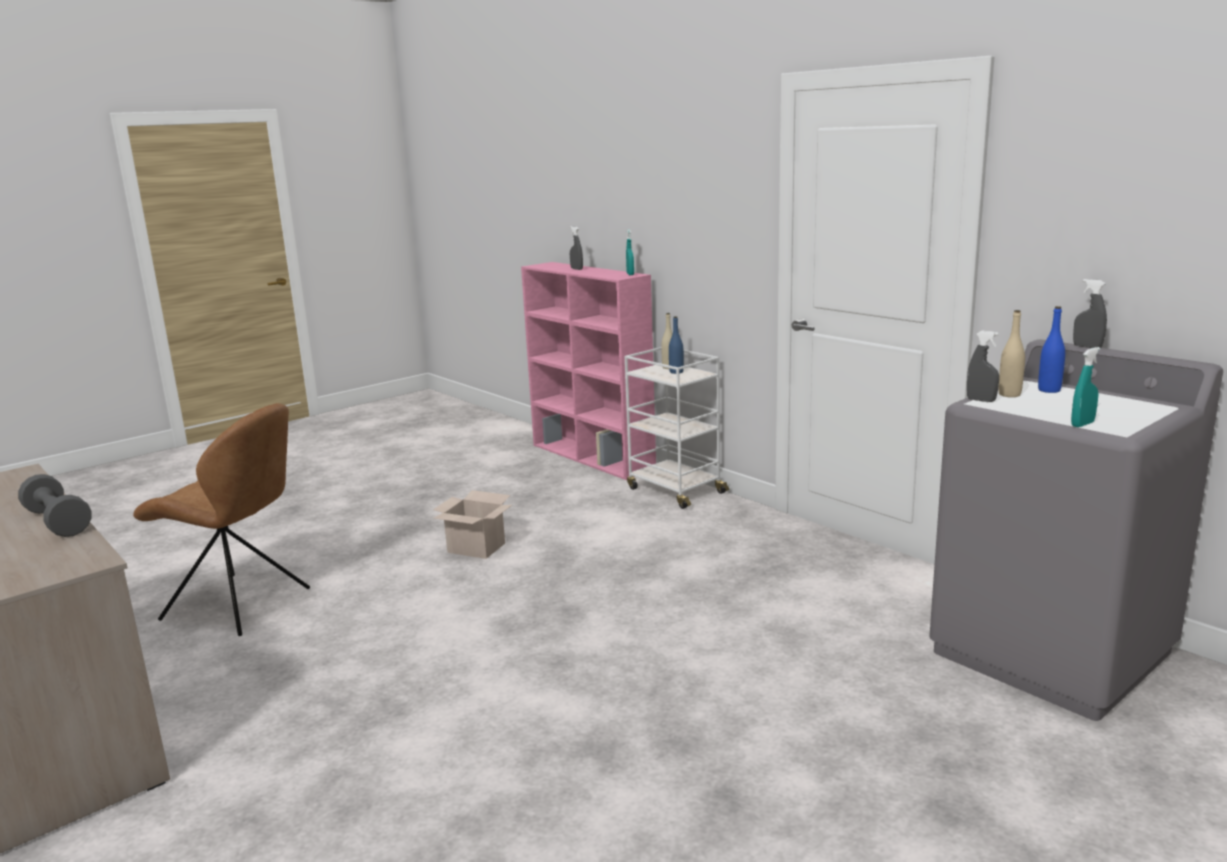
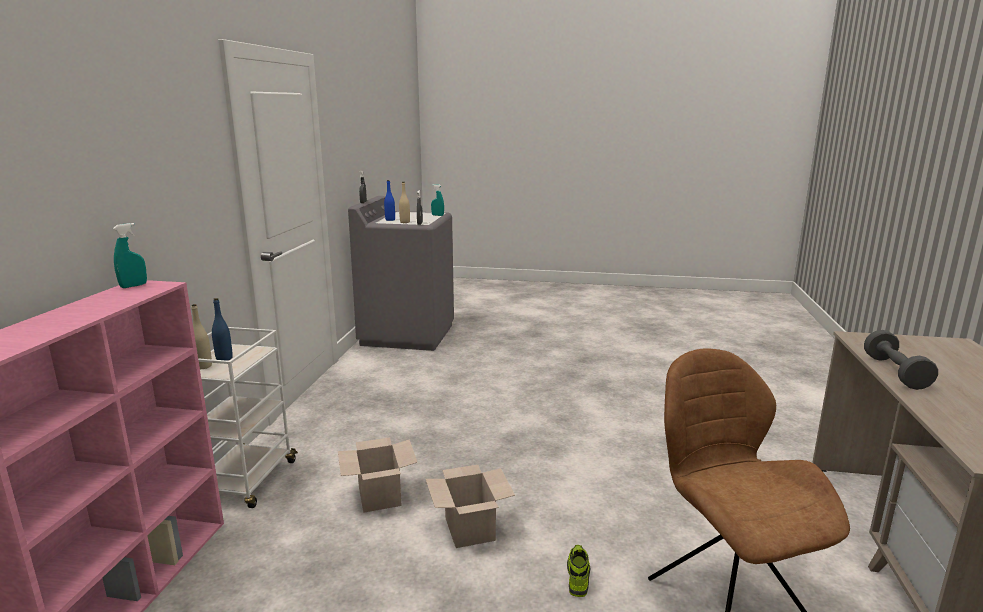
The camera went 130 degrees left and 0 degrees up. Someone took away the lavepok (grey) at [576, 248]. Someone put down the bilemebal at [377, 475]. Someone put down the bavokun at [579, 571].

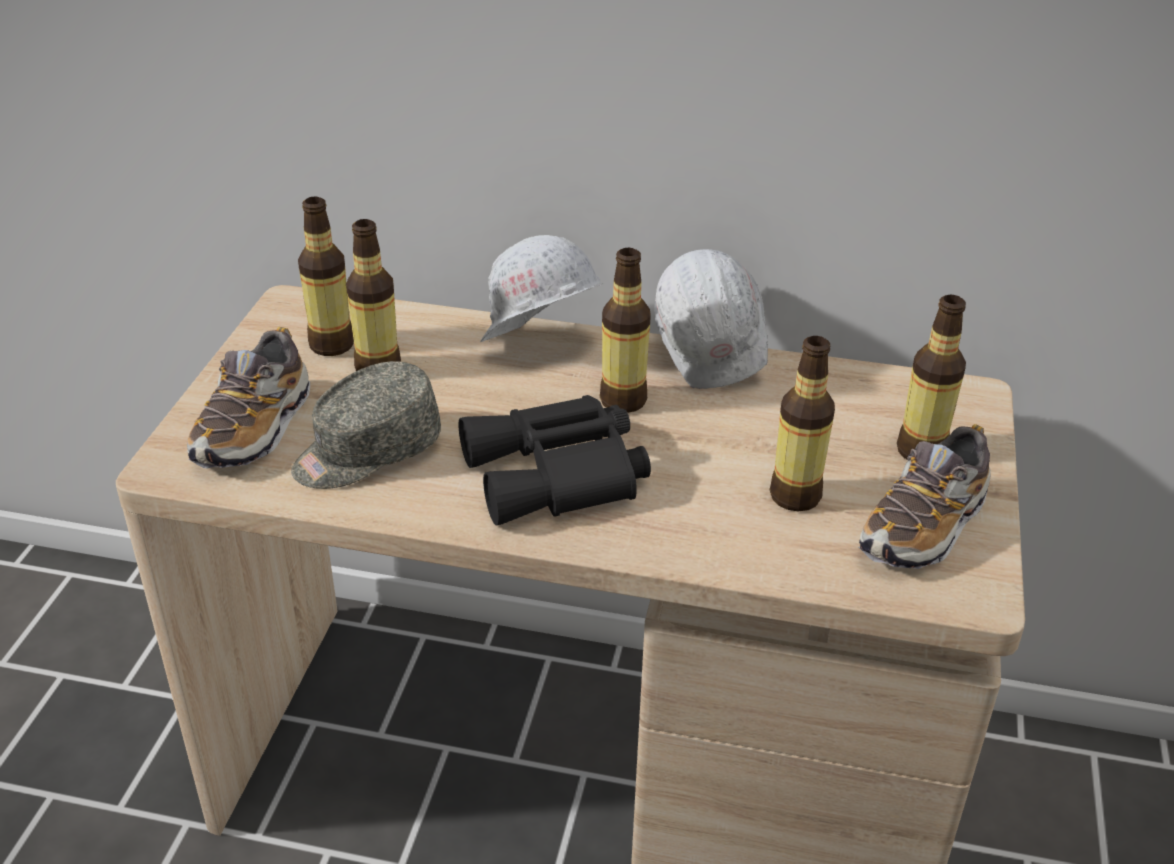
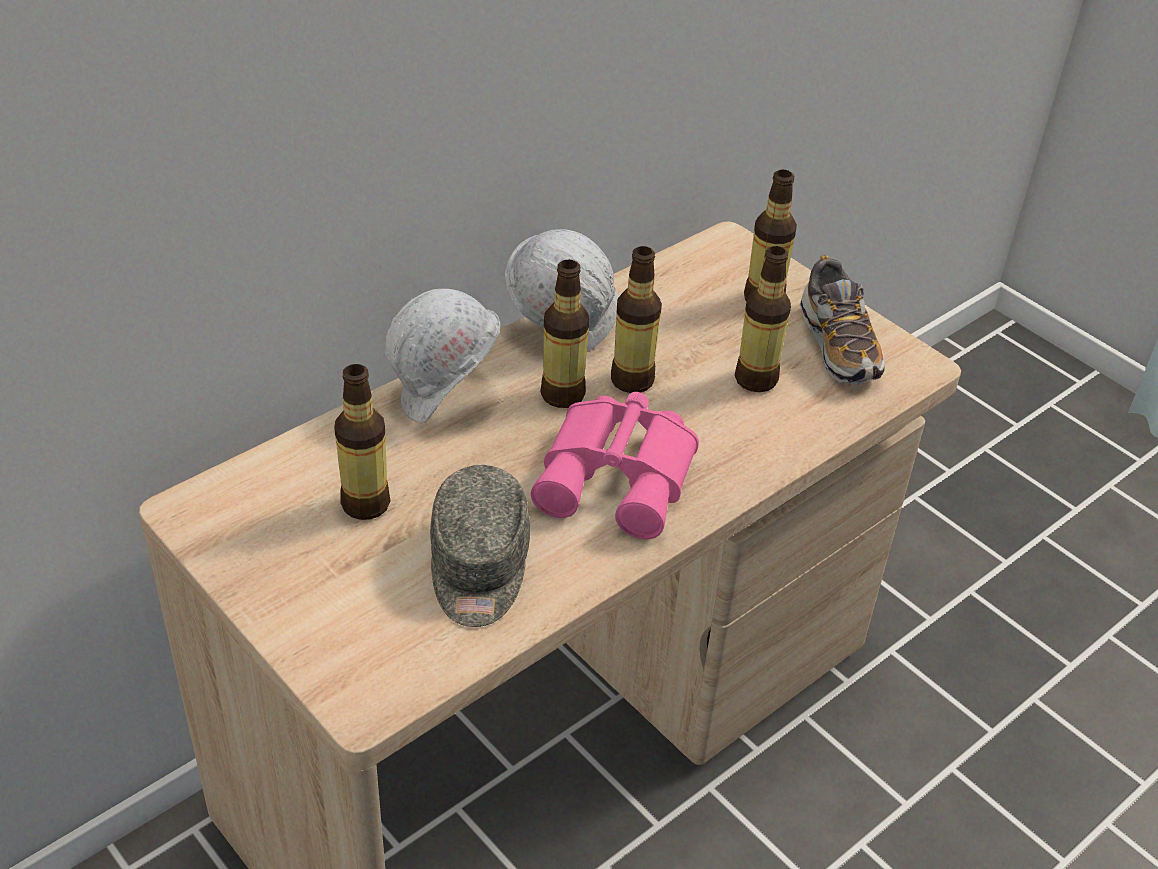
The camera went 55 degrees left and 5 degrees up. Someone took away the bavokun at [248, 397]. Someone carried the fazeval from [326, 276] to [636, 319]. Someone repainted the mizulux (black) at [555, 460], which became the mizulux (pink) at [615, 465].

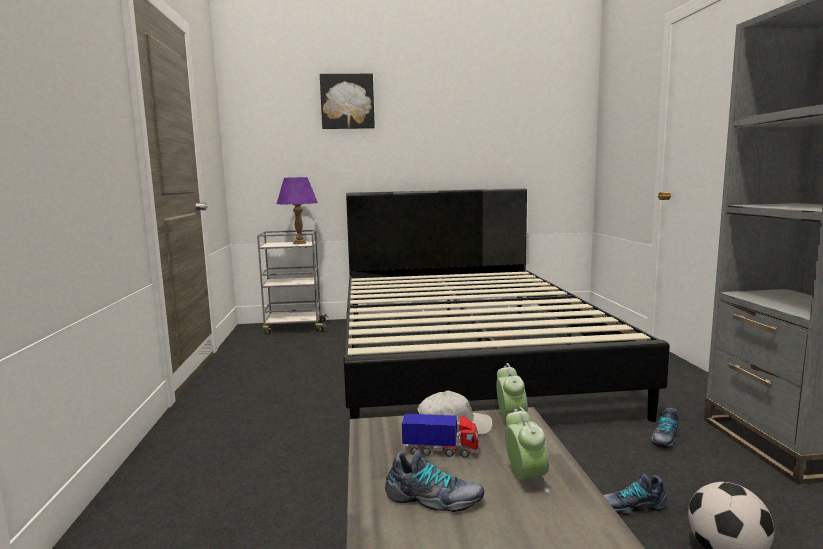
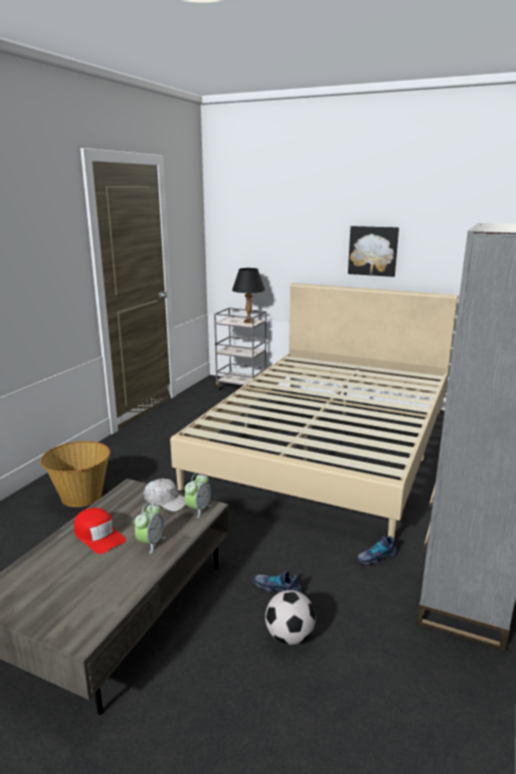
The camera went 30 degrees right and 10 degrees up. Someone took away the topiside at [440, 436]. Someone put down the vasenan at [75, 474]. Someone carried the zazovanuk from [347, 101] to [373, 251]. Someone swapped the bavokun at [434, 481] for the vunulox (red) at [100, 531]. Someone repainted the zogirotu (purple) at [297, 210], which became the zogirotu (black) at [248, 295]. Someone repainted the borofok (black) at [507, 305], which became the borofok (beige) at [314, 411].

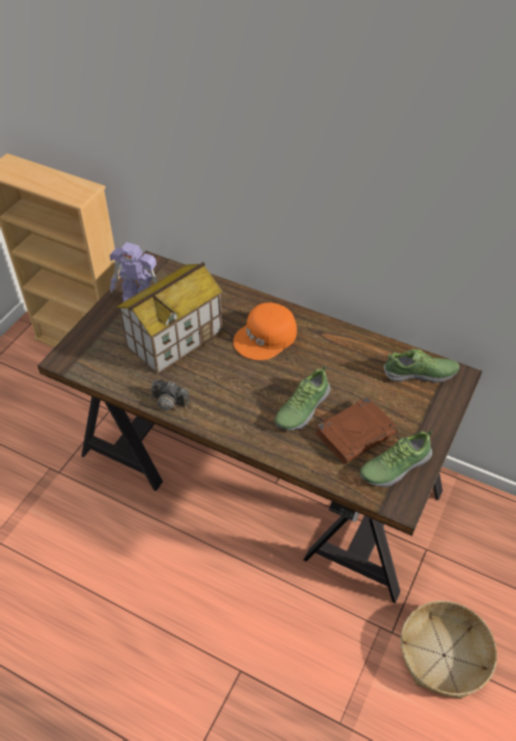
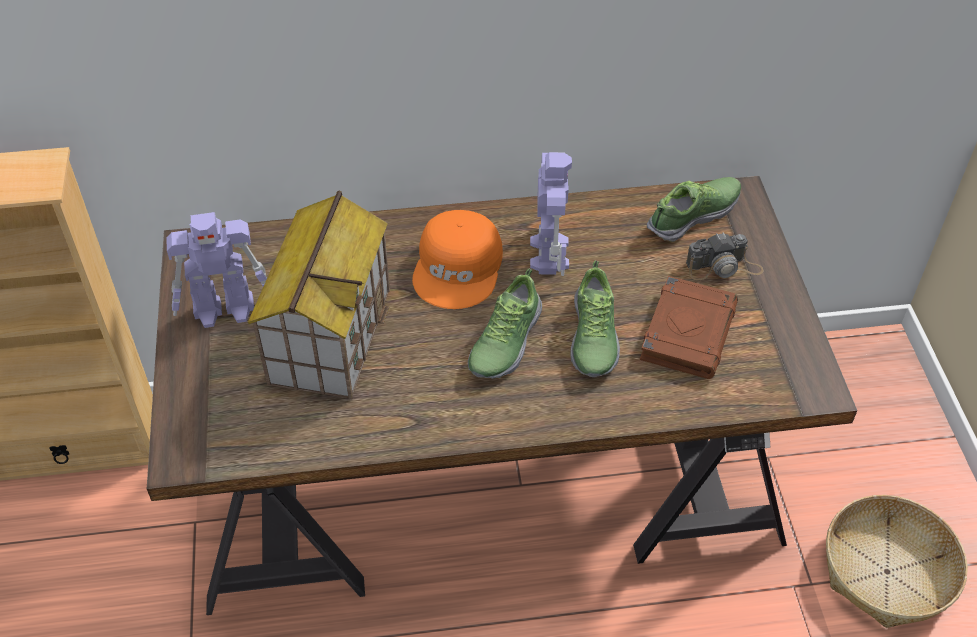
The camera went 35 degrees left and 0 degrees up. Someone put down the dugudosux at [551, 214]. Someone carried the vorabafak from [170, 399] to [725, 256]. Someone carried the bavokun from [396, 459] to [505, 323].

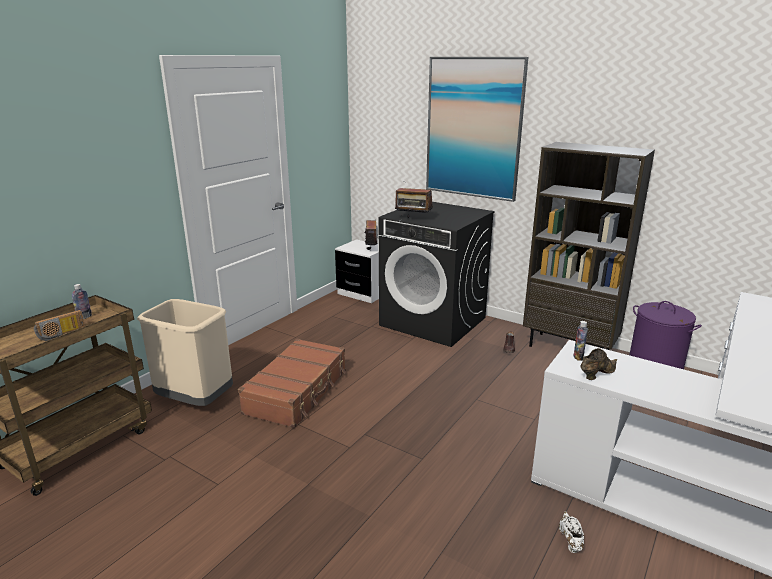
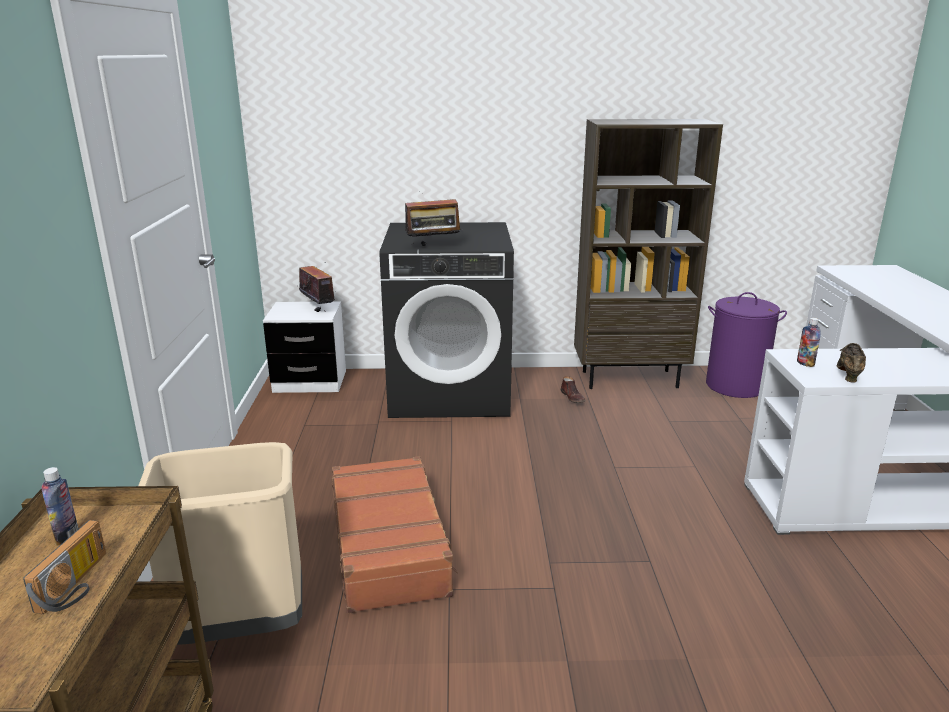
The camera went 35 degrees left and 0 degrees up. Someone took away the zazovanuk at [477, 129]. Someone took away the bavokun (white) at [571, 532].

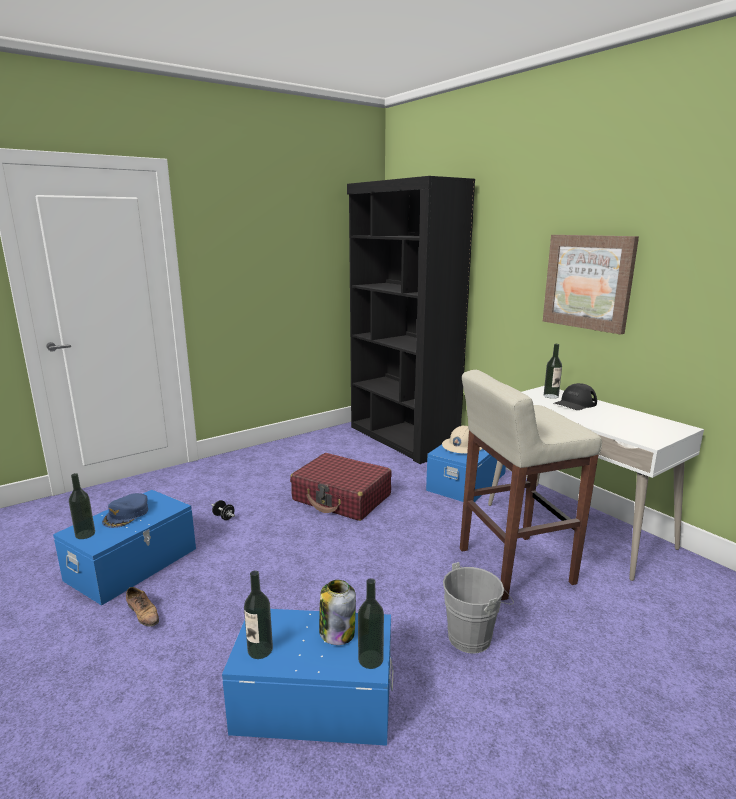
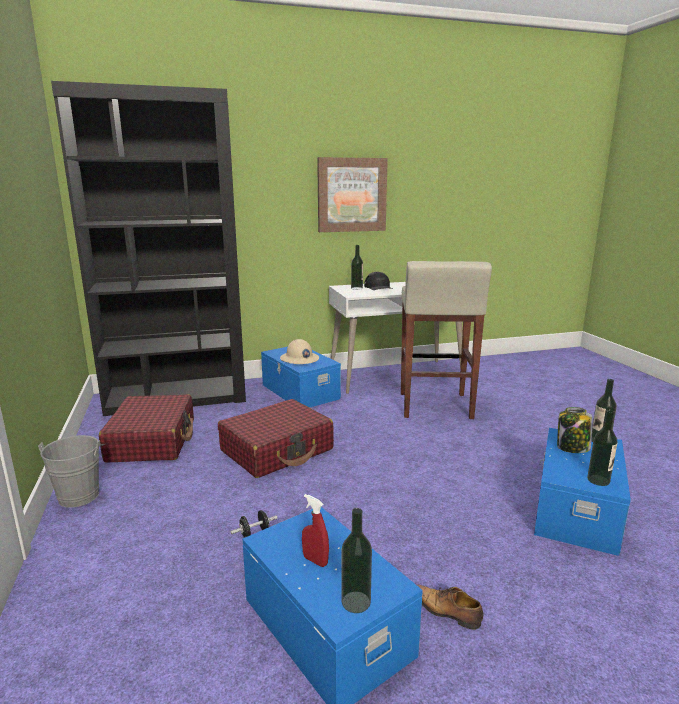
The camera went 70 degrees left and 0 degrees up. Someone put down the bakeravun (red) at [146, 428]. Someone carried the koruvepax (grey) from [478, 608] to [71, 471]. Someone swapped the vunulox (blue) at [125, 510] for the lavepok (red) at [315, 530]. Someone rotated the bavokun at [142, 607] by 120 degrees counterclockwise.

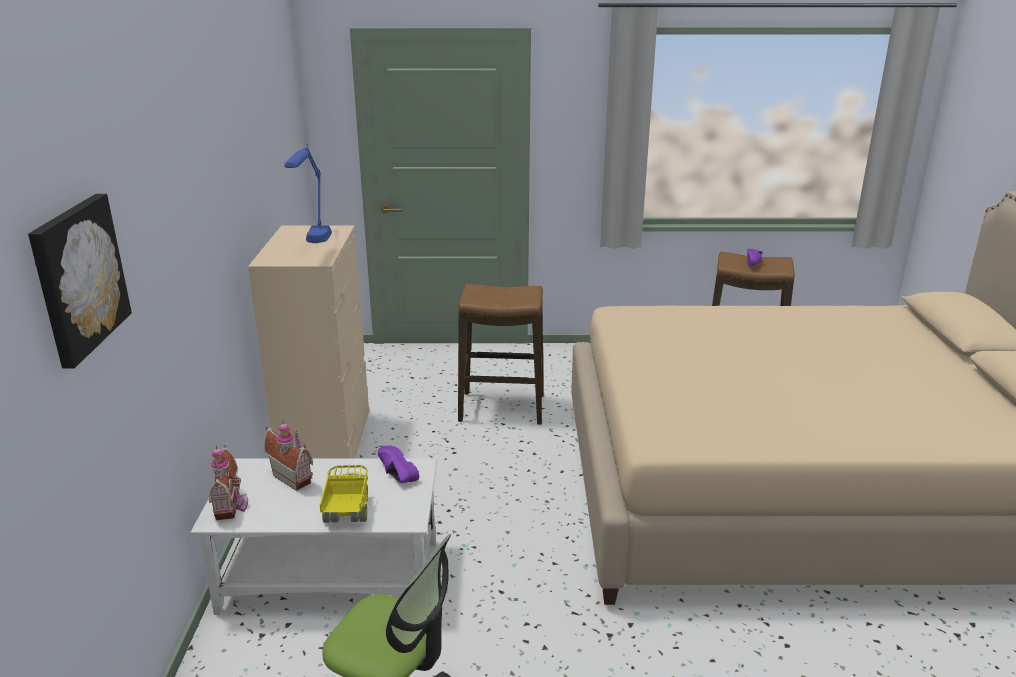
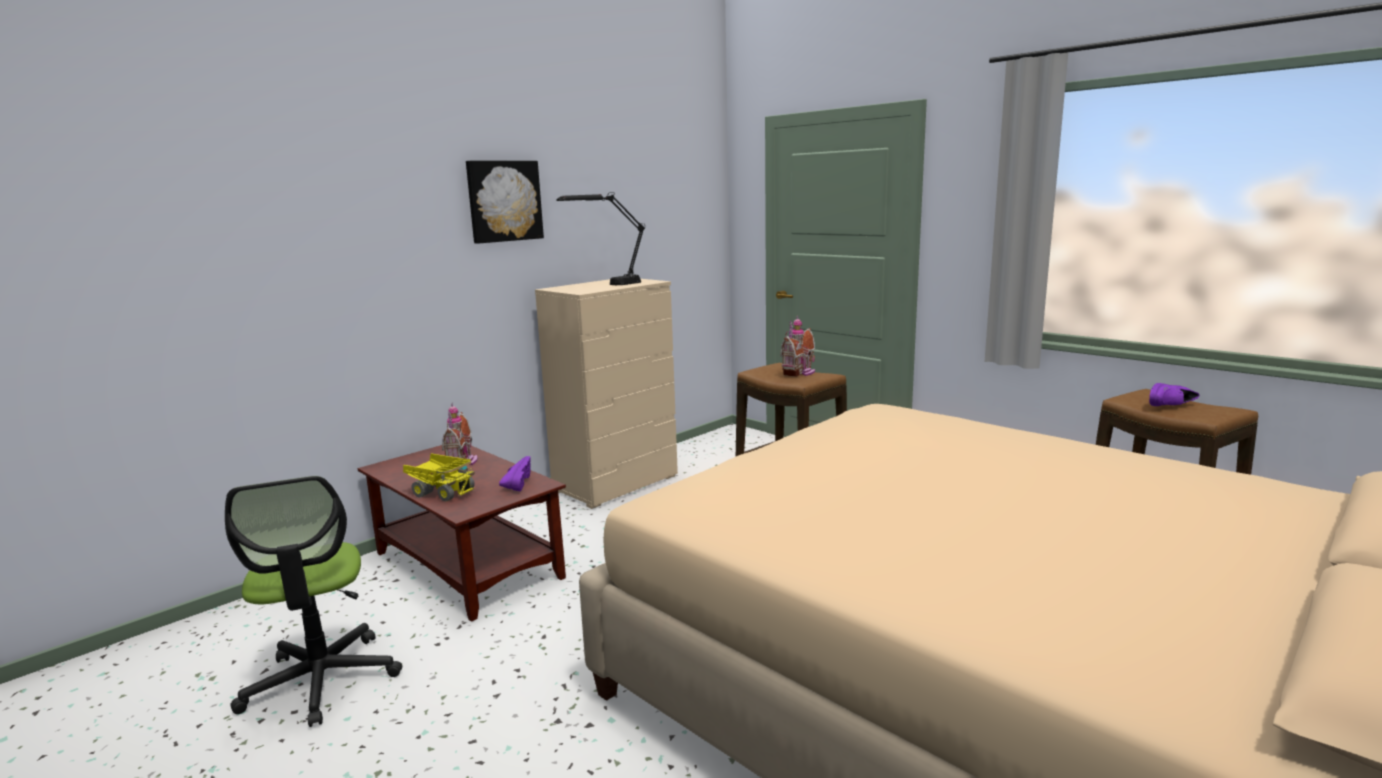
The camera went 45 degrees right and 10 degrees down. Someone carried the zazovanuk from [80, 281] to [505, 202]. Someone carried the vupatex from [228, 483] to [797, 346]. Someone repainted the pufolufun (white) at [313, 536], which became the pufolufun (brown) at [462, 533]. Someone repainted the zogirotu (blue) at [308, 193], which became the zogirotu (black) at [600, 238]. Someone rotated the topiside at [344, 494] by 75 degrees clockwise.

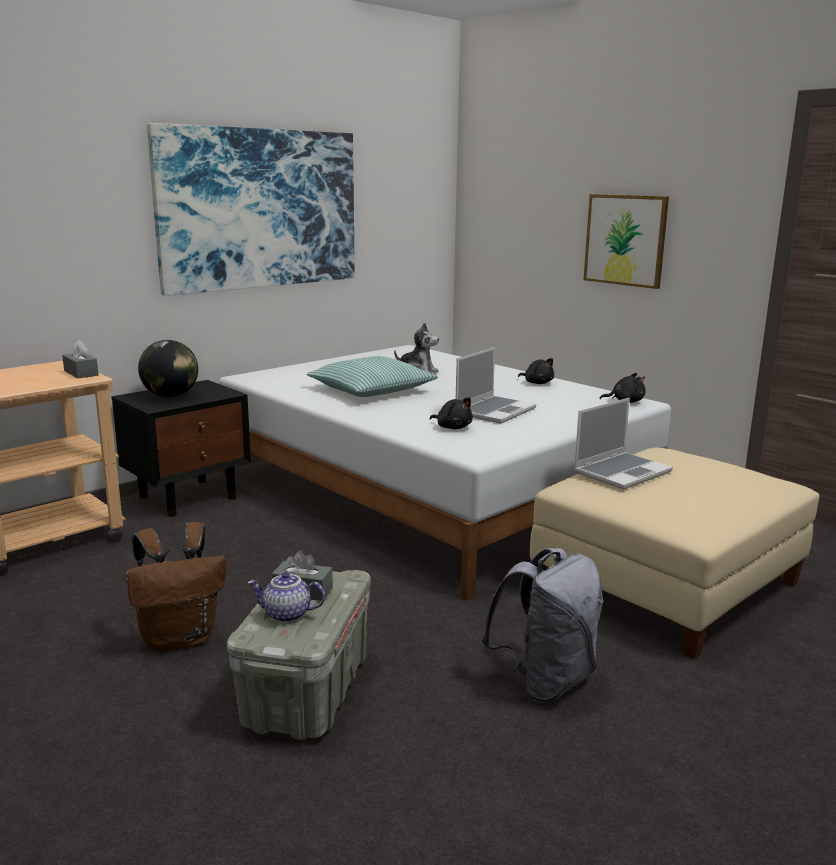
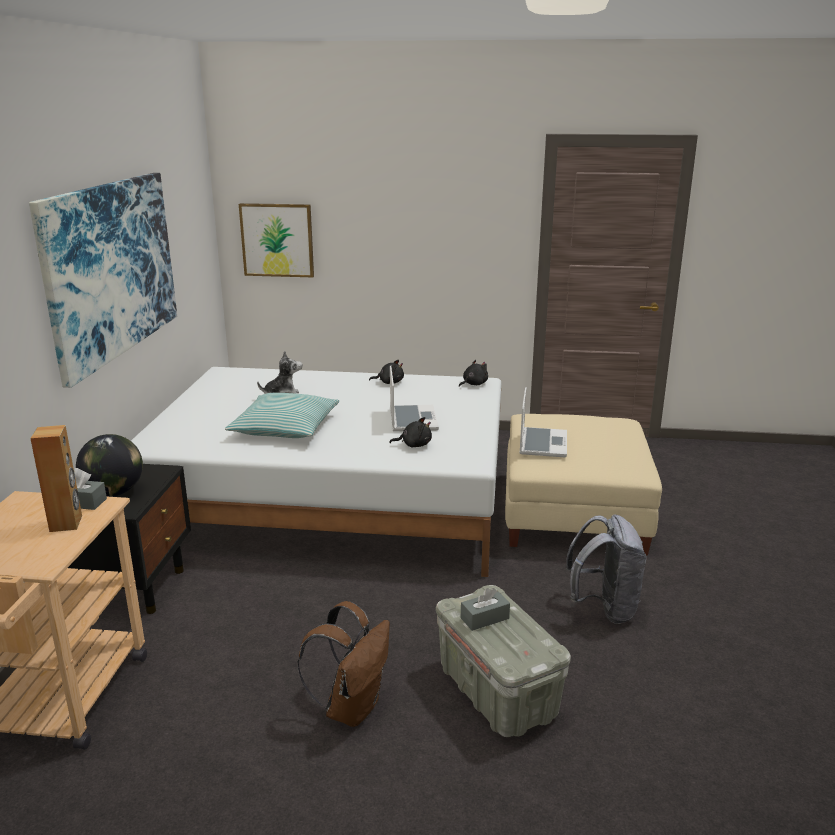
The camera went 40 degrees left and 5 degrees up. Someone took away the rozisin at [286, 597]. Someone put down the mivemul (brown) at [56, 478]. Someone carried the zazovanuk from [626, 241] to [276, 240].

